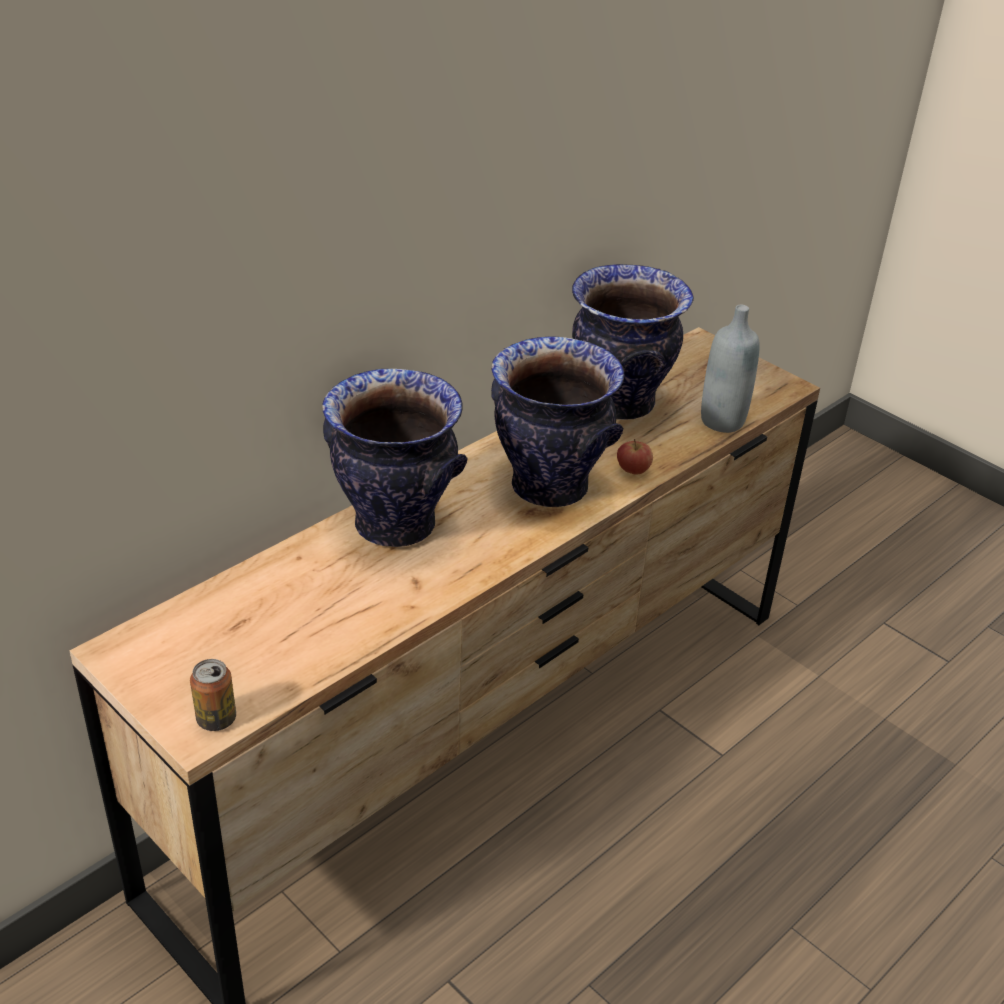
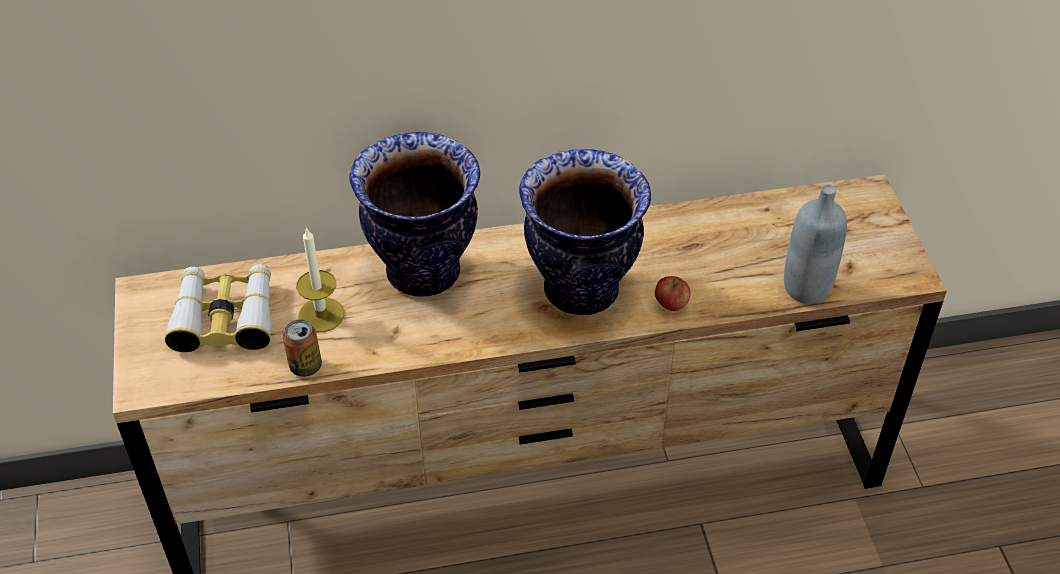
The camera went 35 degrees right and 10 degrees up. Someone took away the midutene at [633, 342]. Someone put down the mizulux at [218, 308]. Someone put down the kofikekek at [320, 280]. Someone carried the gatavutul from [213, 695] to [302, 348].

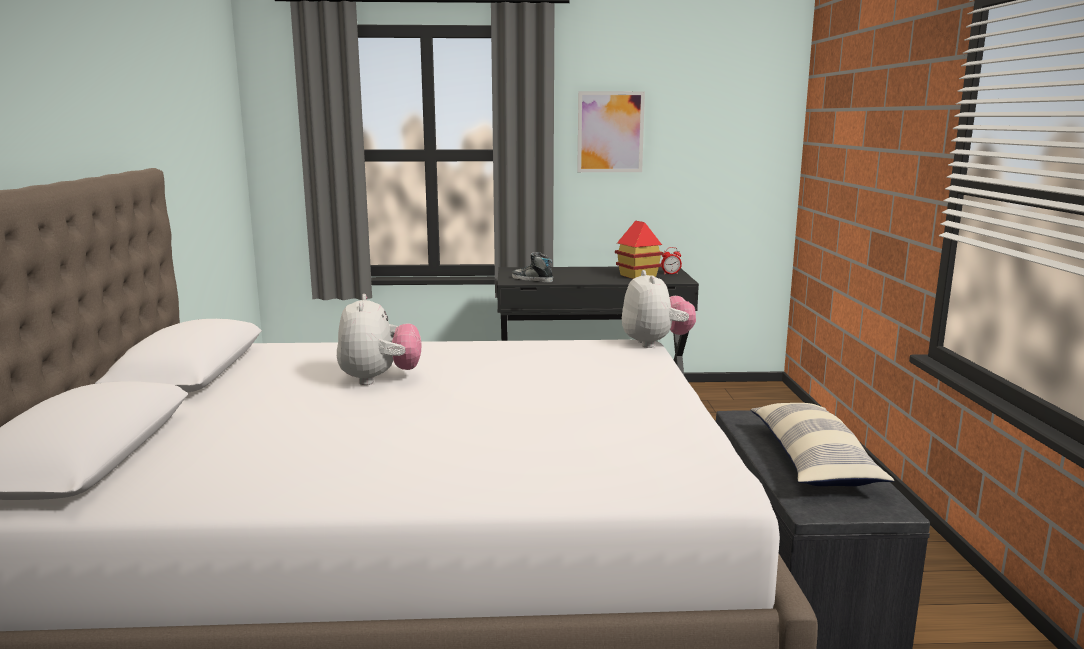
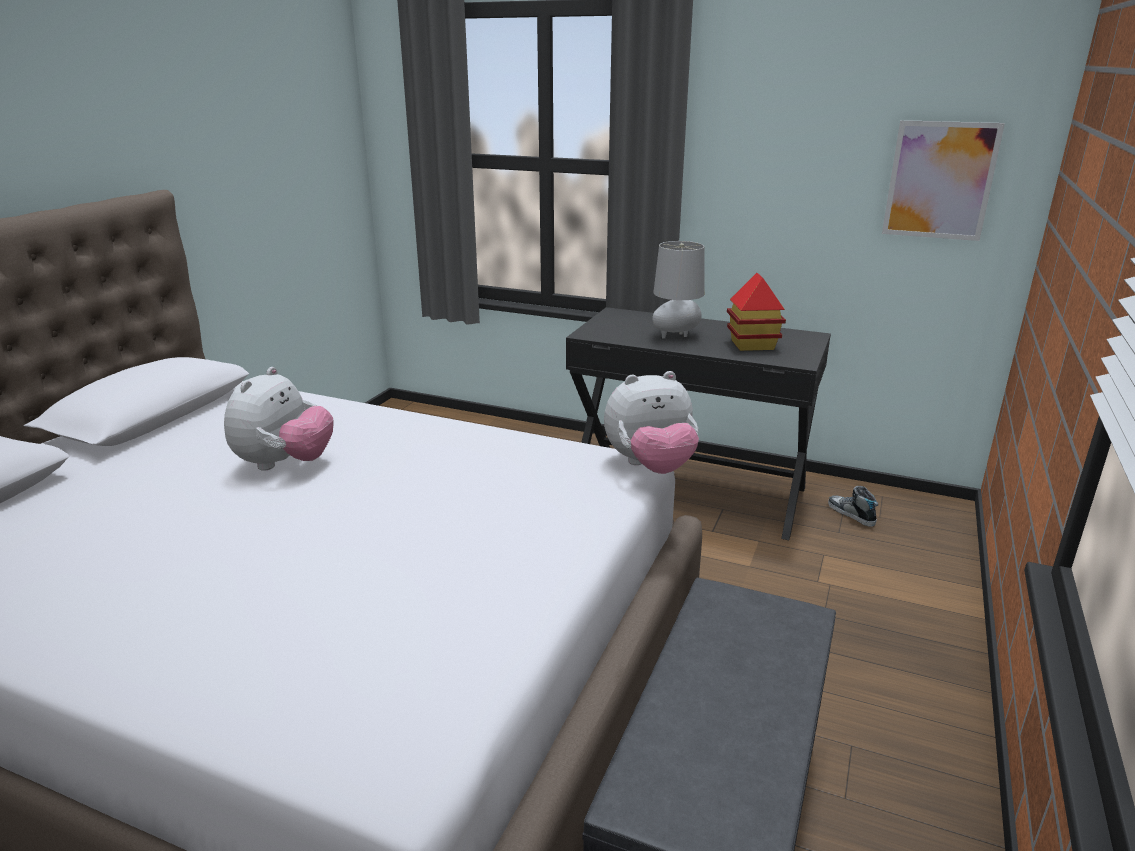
The camera went 25 degrees right and 10 degrees up. Someone took away the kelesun at [671, 260]. Someone took away the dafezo at [822, 444]. Someone put down the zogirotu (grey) at [678, 290]. Someone carried the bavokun from [532, 267] to [853, 506]. Someone carried the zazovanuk from [611, 131] to [943, 180]. Someone rotated the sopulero at [659, 309] by 60 degrees clockwise.

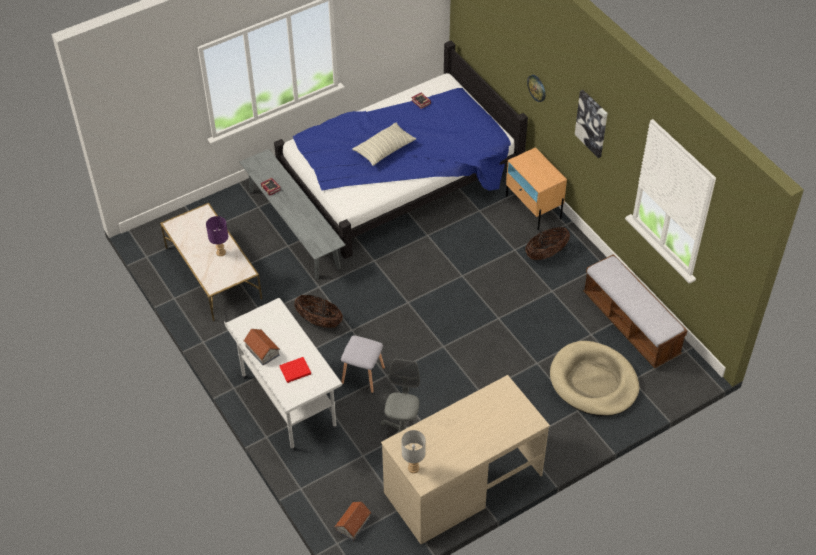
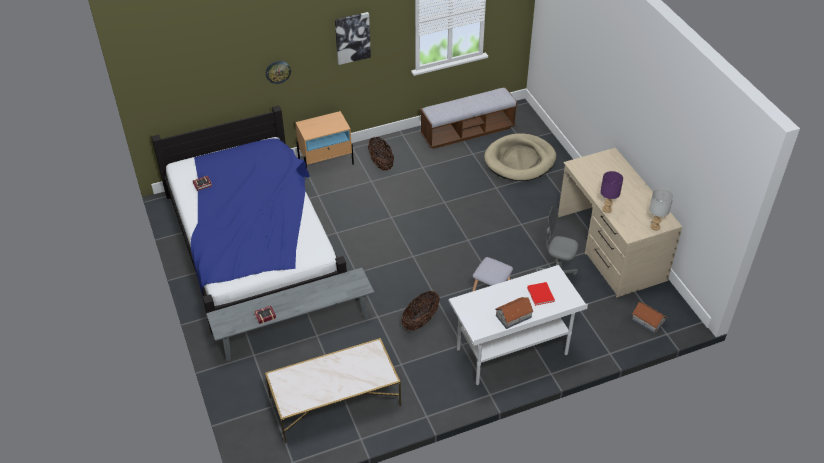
The camera went 80 degrees left and 5 degrees down. Someone took away the dafezo at [384, 144]. Someone carried the zogirotu (purple) from [217, 236] to [611, 192].

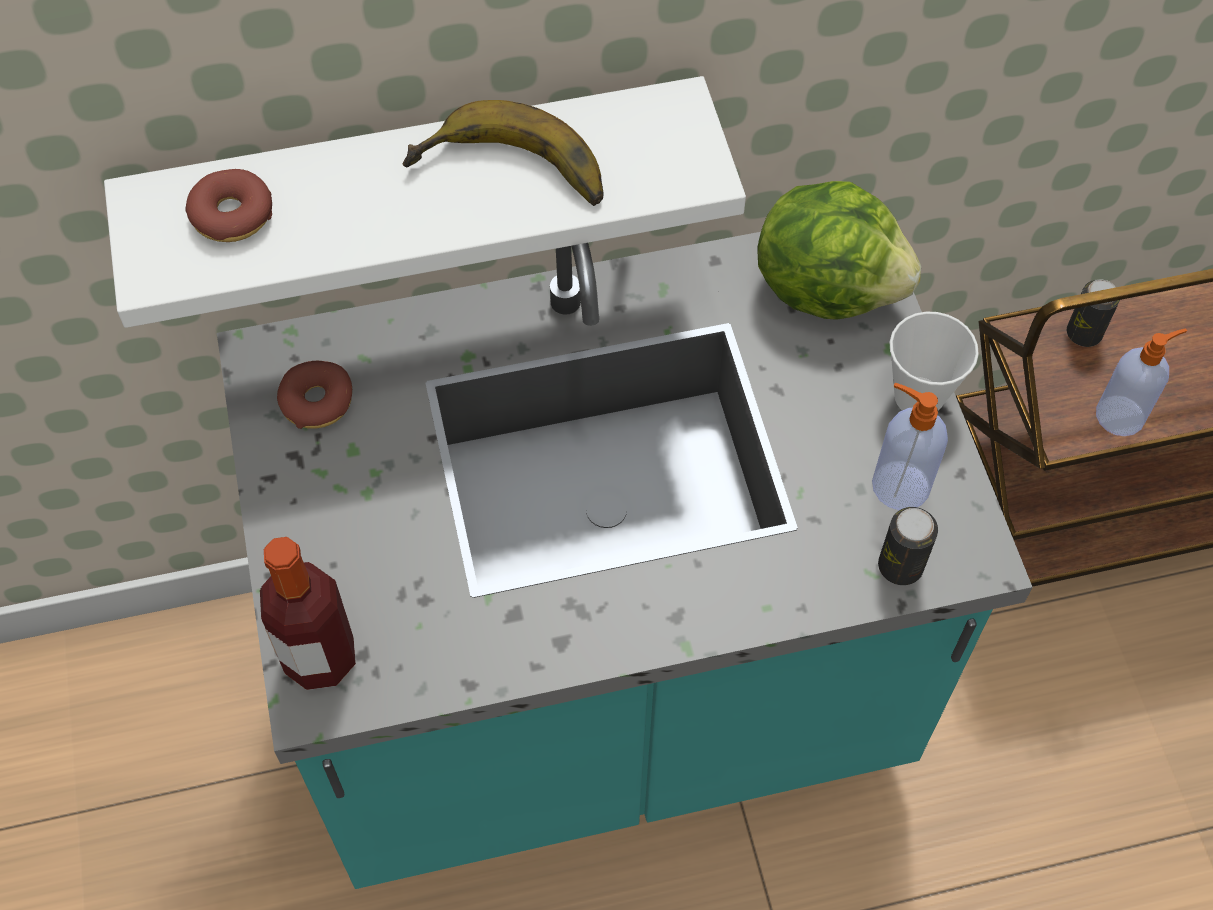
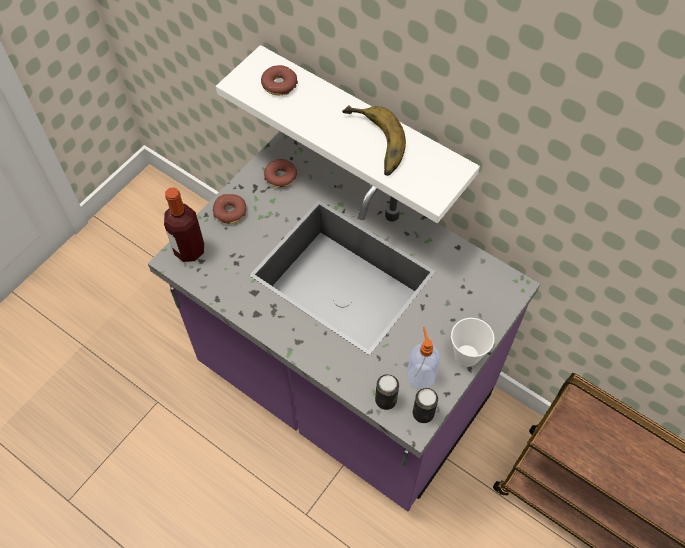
The camera went 50 degrees right and 0 degrees up. Someone took away the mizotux at [839, 250]. Someone took away the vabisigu at [1141, 382]. Someone put down the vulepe at [229, 209]. Someone carried the gatavutul from [1093, 313] to [425, 405]. Someone repainted the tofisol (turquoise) at [624, 560], which became the tofisol (purple) at [344, 321].

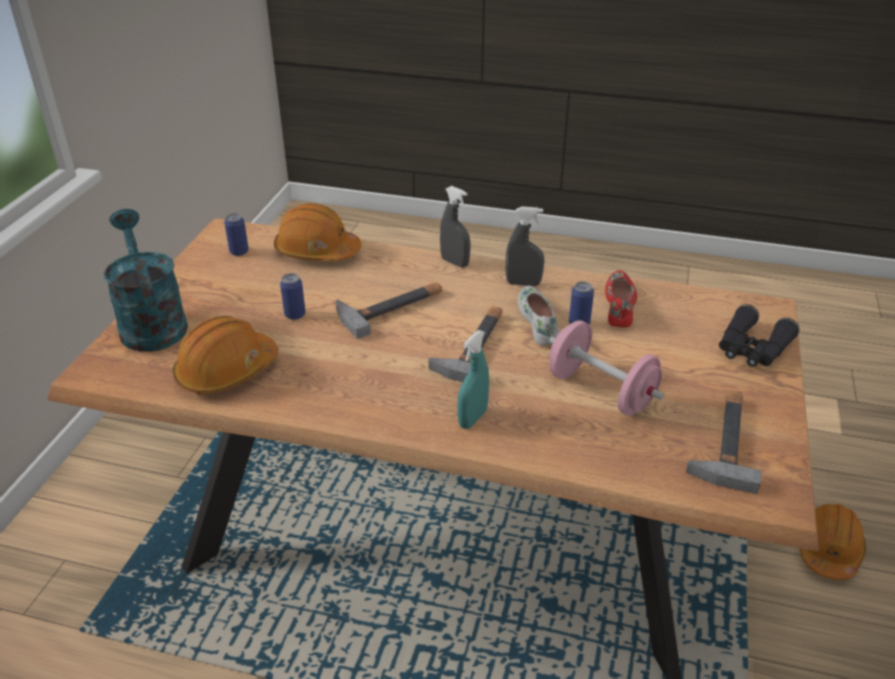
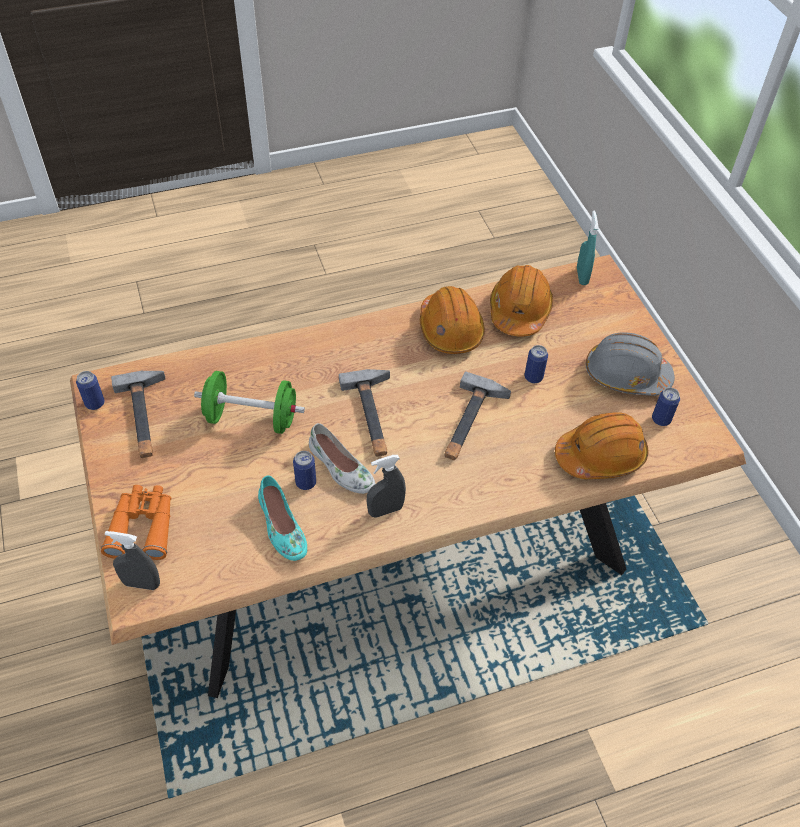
The camera went 145 degrees right and 15 degrees up. Someone took away the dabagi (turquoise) at [146, 280]. Someone put down the gatavutul at [90, 390]. Someone put down the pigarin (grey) at [630, 364]. Someone carried the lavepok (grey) from [455, 227] to [132, 560]. Someone carried the lavepok (turquoise) from [473, 379] to [588, 248]. Someone carried the pigarin (orange) from [833, 542] to [452, 320]. Someone repainted the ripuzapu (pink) at [606, 368], which became the ripuzapu (green) at [249, 402]. Someone repainted the bavokun (red) at [621, 299], which became the bavokun (turquoise) at [282, 518]. Someone repainted the mizulux (black) at [759, 335], which became the mizulux (orange) at [136, 522].

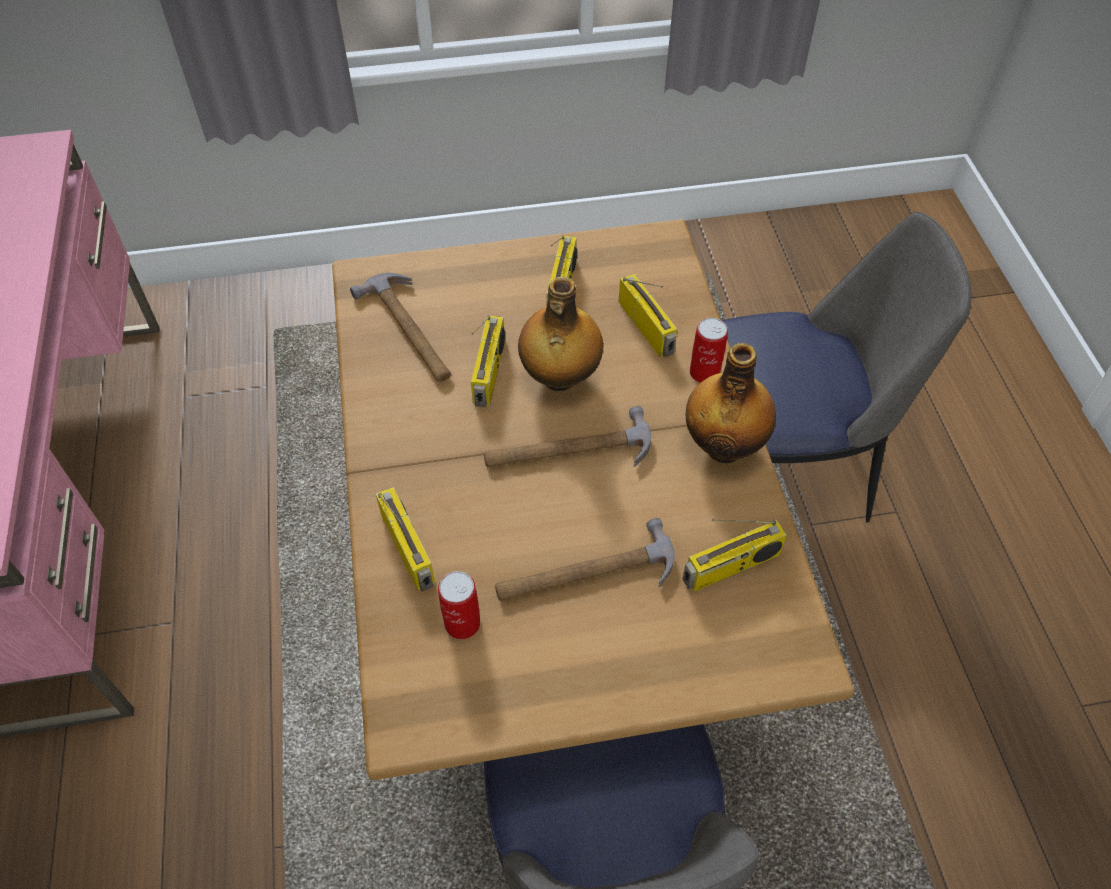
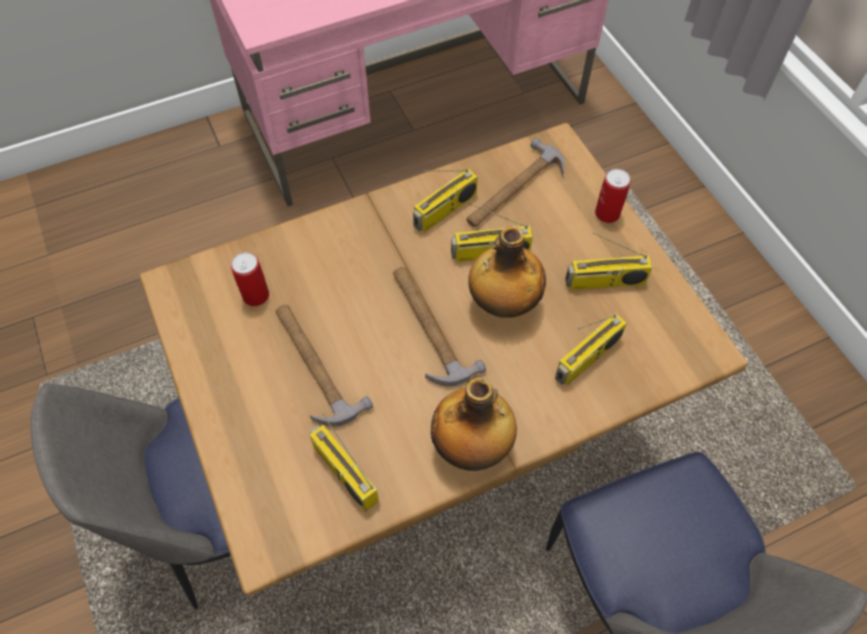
The camera went 75 degrees right and 5 degrees up. Someone carried the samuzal from [405, 539] to [445, 200]. Someone carried the gatavutul from [709, 350] to [613, 196].

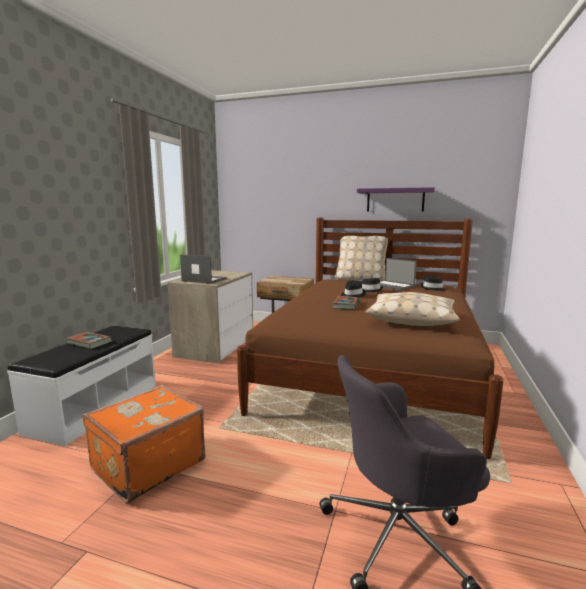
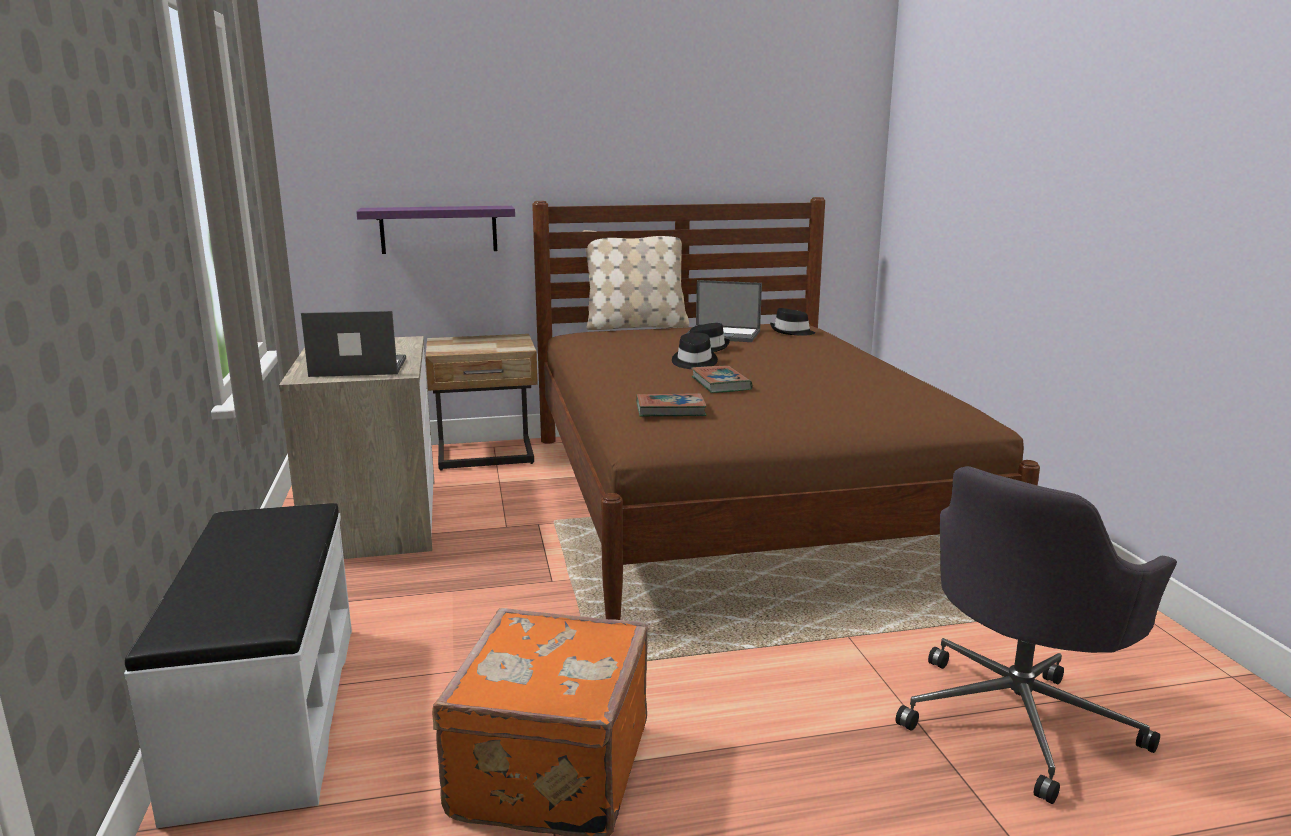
The camera went 30 degrees left and 5 degrees up. Someone took away the dafezo (beige) at [413, 309]. Someone carried the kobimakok from [89, 340] to [672, 405]. Someone carried the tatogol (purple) from [396, 199] to [435, 230].

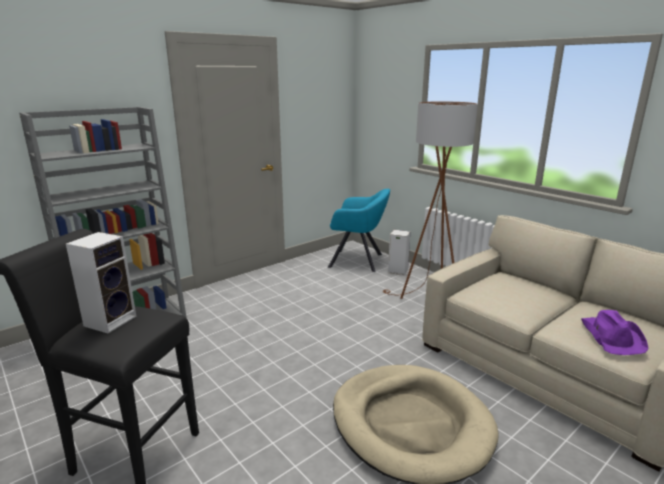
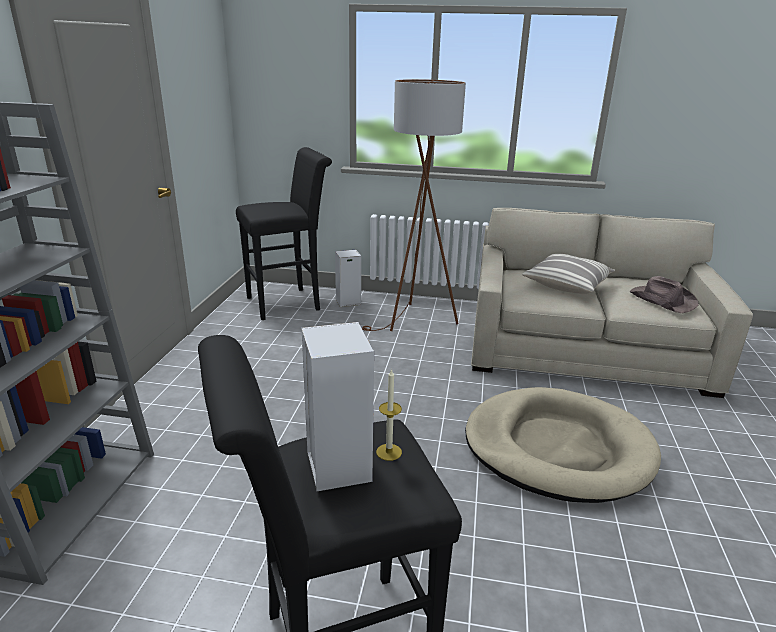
The camera went 40 degrees left and 5 degrees up. Someone put down the kofikekek at [389, 415]. Someone put down the dafezo at [568, 274]. Someone swapped the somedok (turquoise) at [359, 230] for the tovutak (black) at [284, 233]. Someone repainted the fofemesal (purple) at [614, 332], which became the fofemesal (brown) at [664, 294].

